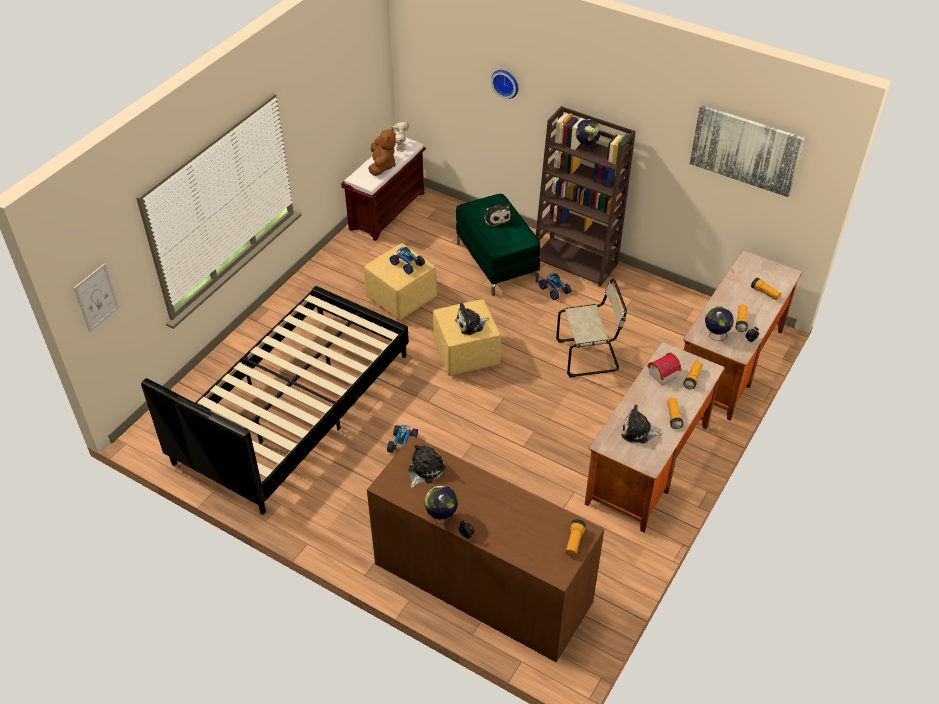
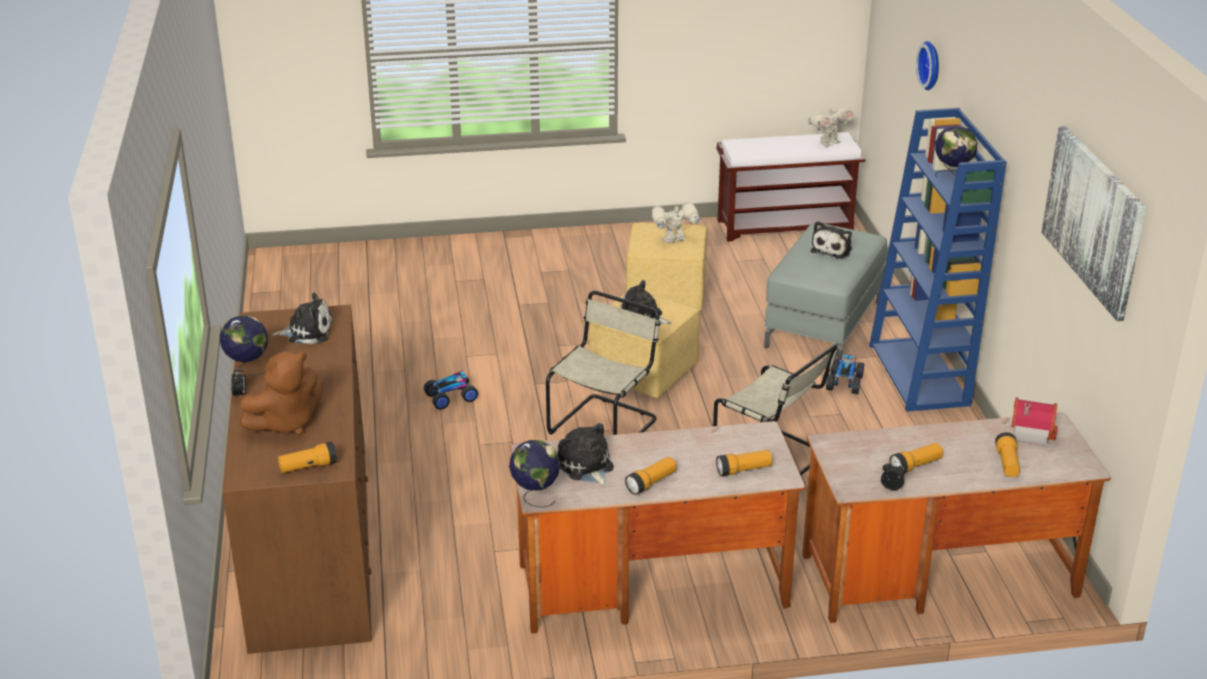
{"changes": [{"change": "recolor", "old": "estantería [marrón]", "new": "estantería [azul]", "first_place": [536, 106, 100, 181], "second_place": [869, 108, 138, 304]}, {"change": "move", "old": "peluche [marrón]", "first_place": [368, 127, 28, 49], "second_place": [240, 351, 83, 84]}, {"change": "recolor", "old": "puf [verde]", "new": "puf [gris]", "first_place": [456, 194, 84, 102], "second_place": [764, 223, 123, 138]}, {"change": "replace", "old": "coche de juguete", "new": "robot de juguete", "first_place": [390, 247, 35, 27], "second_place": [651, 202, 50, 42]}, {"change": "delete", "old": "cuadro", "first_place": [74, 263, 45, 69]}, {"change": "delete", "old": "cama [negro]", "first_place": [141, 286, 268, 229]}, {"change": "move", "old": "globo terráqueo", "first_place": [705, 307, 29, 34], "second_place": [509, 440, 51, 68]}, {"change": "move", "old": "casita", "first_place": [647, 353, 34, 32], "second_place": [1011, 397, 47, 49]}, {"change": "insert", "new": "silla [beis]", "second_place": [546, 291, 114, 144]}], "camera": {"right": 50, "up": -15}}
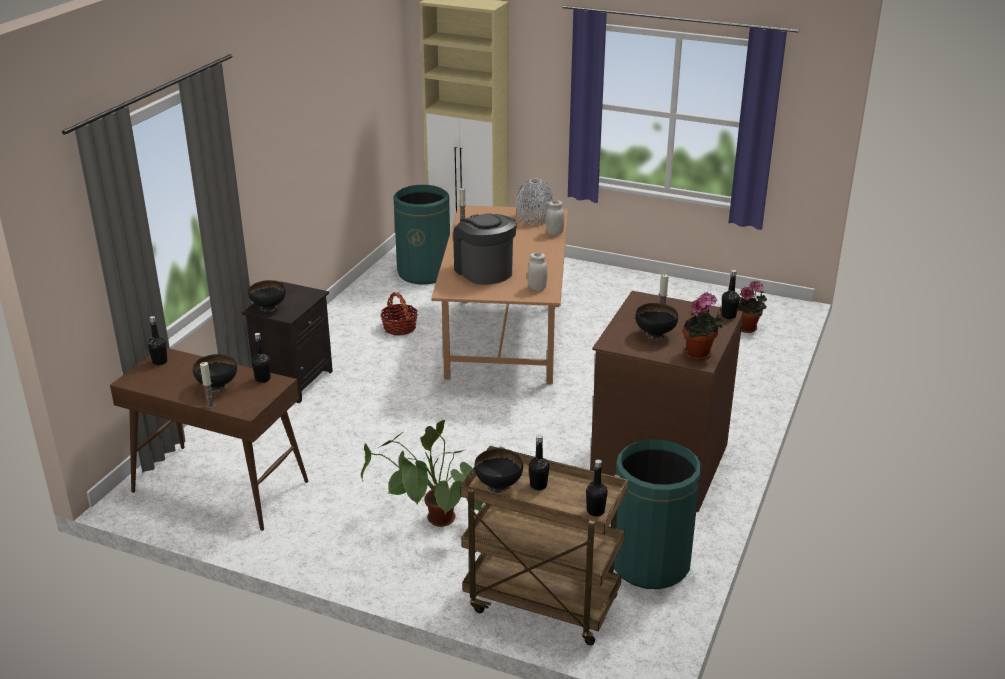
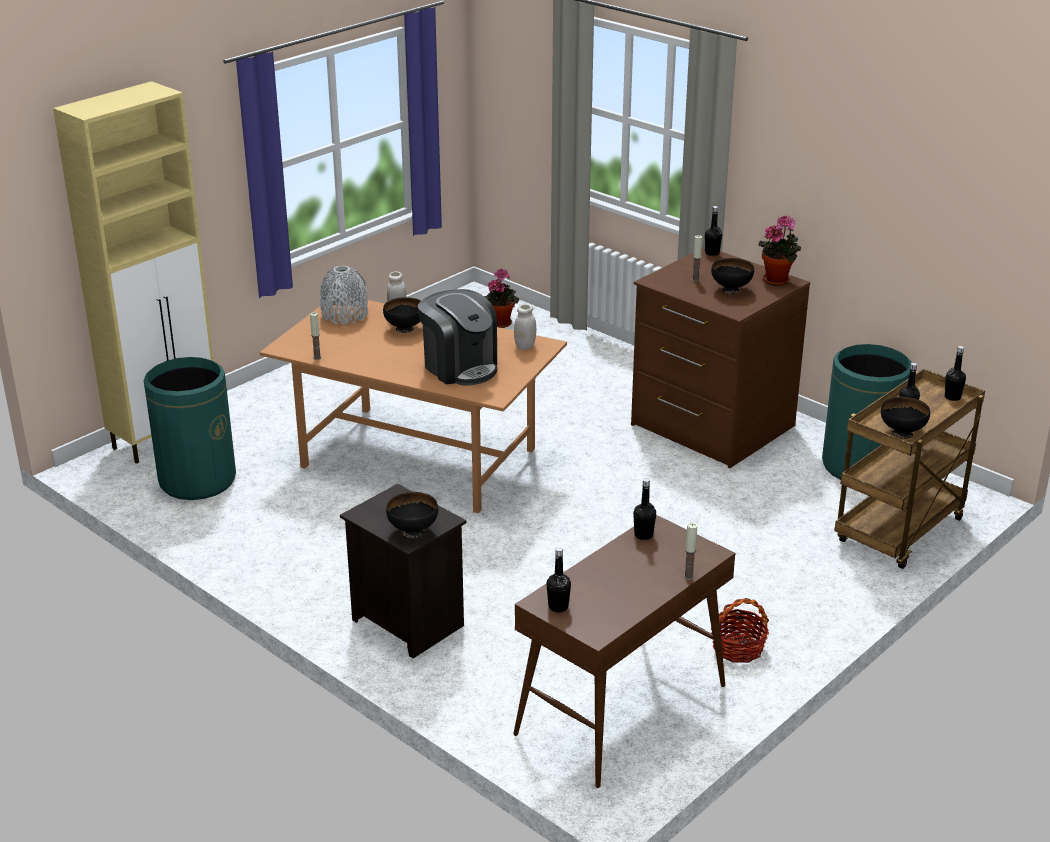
{"changes": [{"change": "rotate", "old": "cafetera", "first_place": [453, 214, 64, 71], "second_place": [418, 289, 79, 97], "degrees": -120}, {"change": "move", "old": "cesta", "first_place": [380, 292, 38, 44], "second_place": [711, 598, 58, 65]}, {"change": "move", "old": "cuenco [negro]", "first_place": [193, 354, 44, 38], "second_place": [383, 297, 38, 36]}, {"change": "delete", "old": "planta en maceta", "first_place": [361, 420, 122, 107]}], "camera": {"right": -70, "up": 0}}
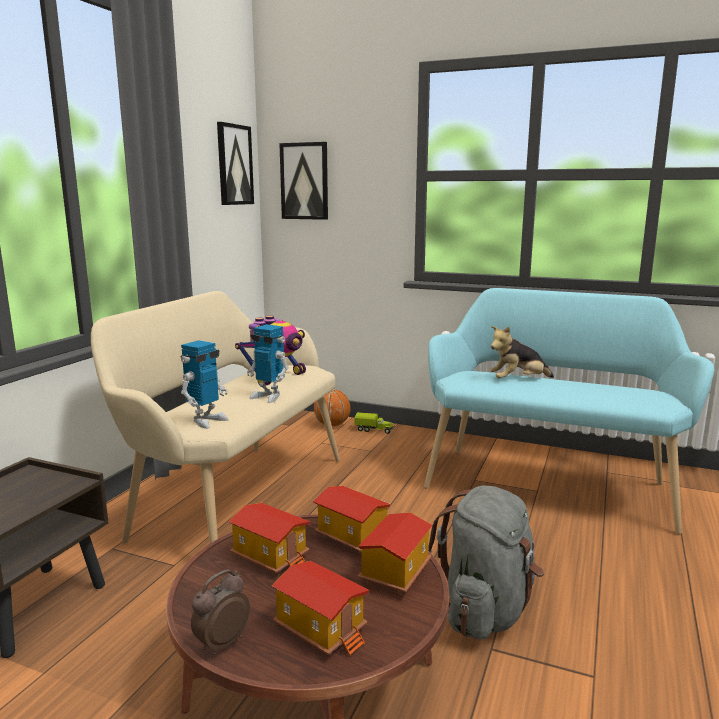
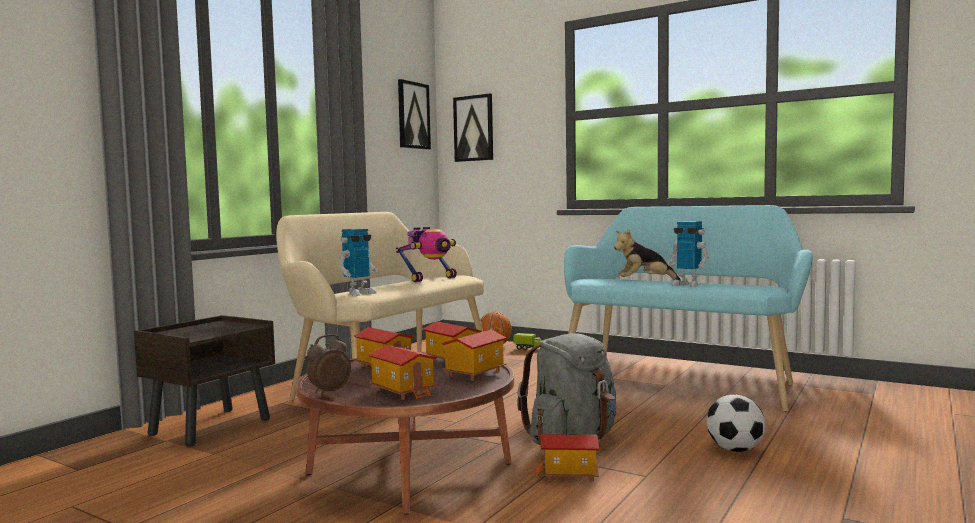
{"changes": [{"change": "move", "old": "robot de juguete", "first_place": [247, 324, 42, 79], "second_place": [667, 221, 42, 66]}, {"change": "insert", "new": "balón de fútbol", "second_place": [707, 394, 58, 58]}, {"change": "insert", "new": "casita", "second_place": [535, 434, 64, 47]}], "camera": {"right": 10, "up": -10}}
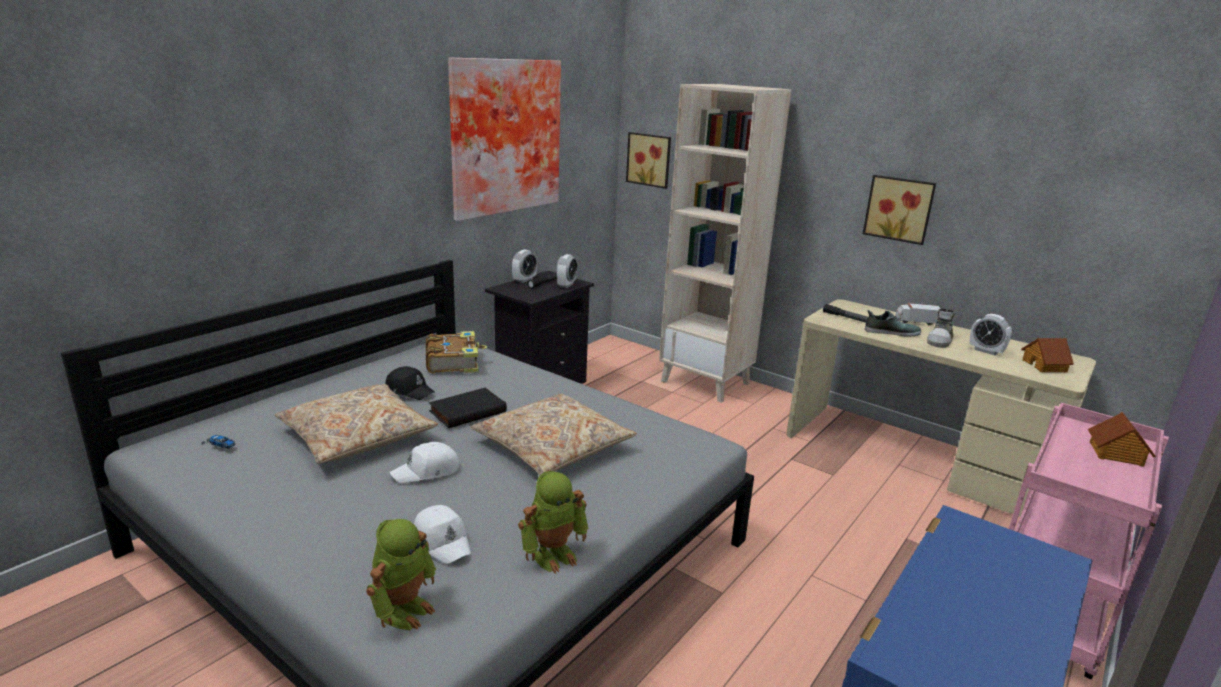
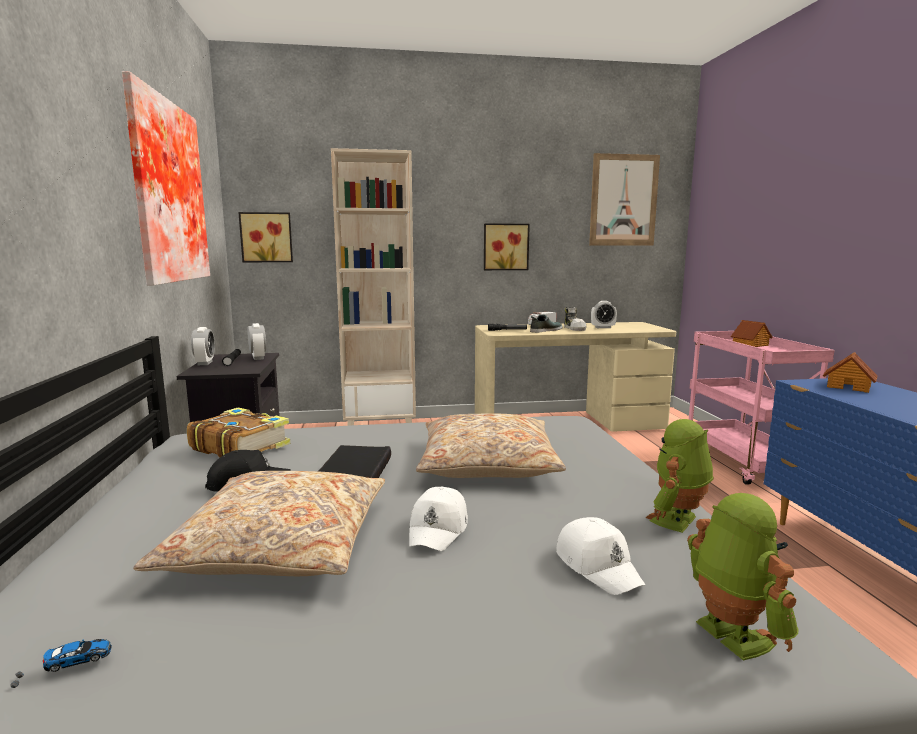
{"changes": [{"change": "move", "old": "casita", "first_place": [1021, 338, 53, 34], "second_place": [822, 352, 55, 41]}, {"change": "rotate", "old": "robot de juguete", "first_place": [518, 471, 71, 103], "second_place": [646, 419, 67, 114], "degrees": -150}, {"change": "rotate", "old": "gorra [blanco]", "first_place": [414, 505, 57, 59], "second_place": [556, 517, 90, 78], "degrees": 60}, {"change": "insert", "new": "cuadro", "second_place": [589, 153, 71, 92]}], "camera": {"right": -45, "up": -10}}
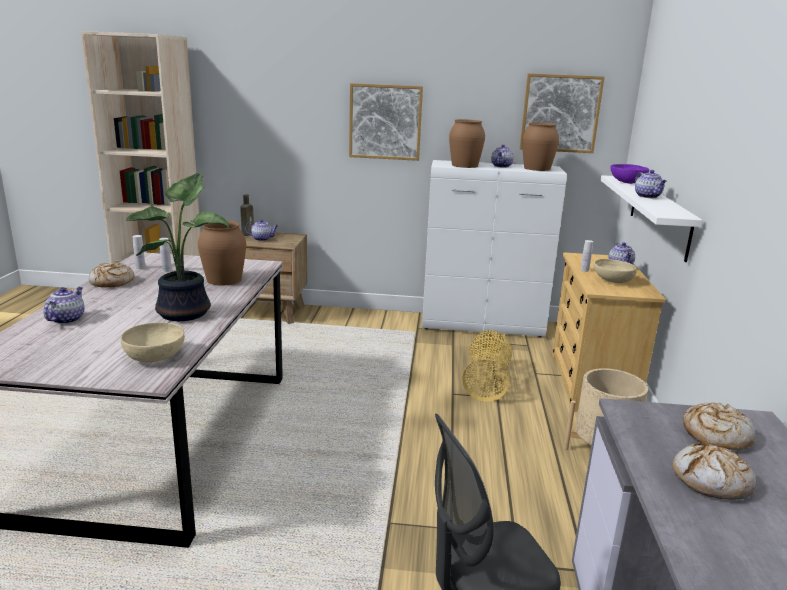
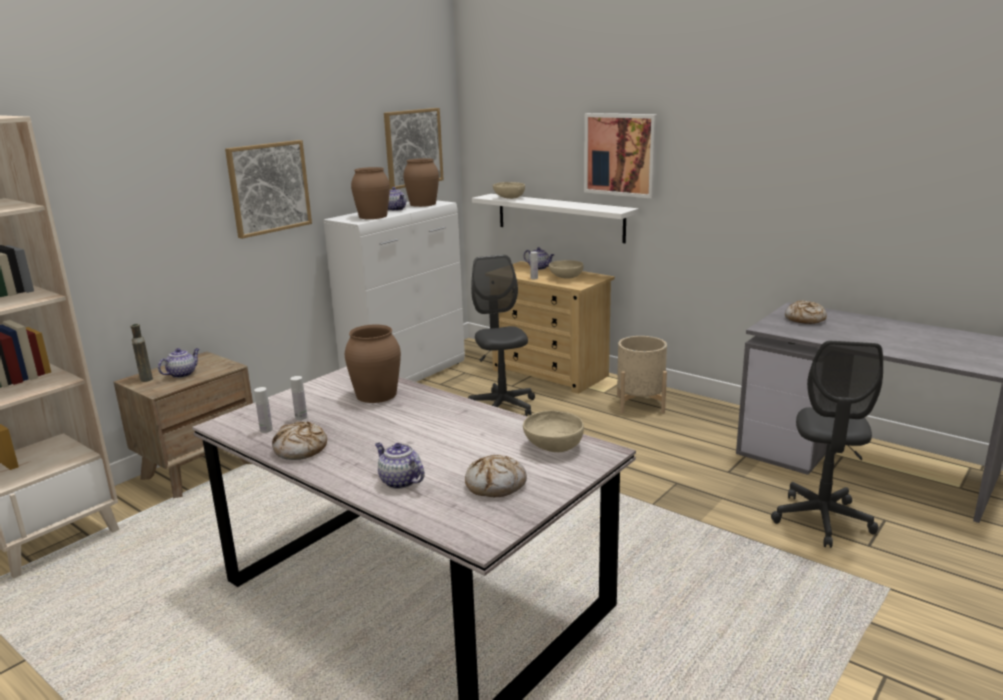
{"changes": [{"change": "recolor", "old": "cuenco [morado]", "new": "cuenco [beis]", "first_place": [611, 164, 38, 20], "second_place": [493, 182, 32, 17]}, {"change": "delete", "old": "tetera", "first_place": [635, 170, 31, 28]}, {"change": "delete", "old": "planta en maceta", "first_place": [126, 173, 104, 148]}, {"change": "replace", "old": "cesta", "new": "silla de oficina [gris]", "first_place": [462, 330, 50, 72], "second_place": [468, 255, 67, 161]}, {"change": "move", "old": "pan", "first_place": [673, 443, 83, 57], "second_place": [465, 455, 62, 42]}, {"change": "insert", "new": "cuadro", "second_place": [584, 113, 74, 86]}], "camera": {"right": -55, "up": 0}}
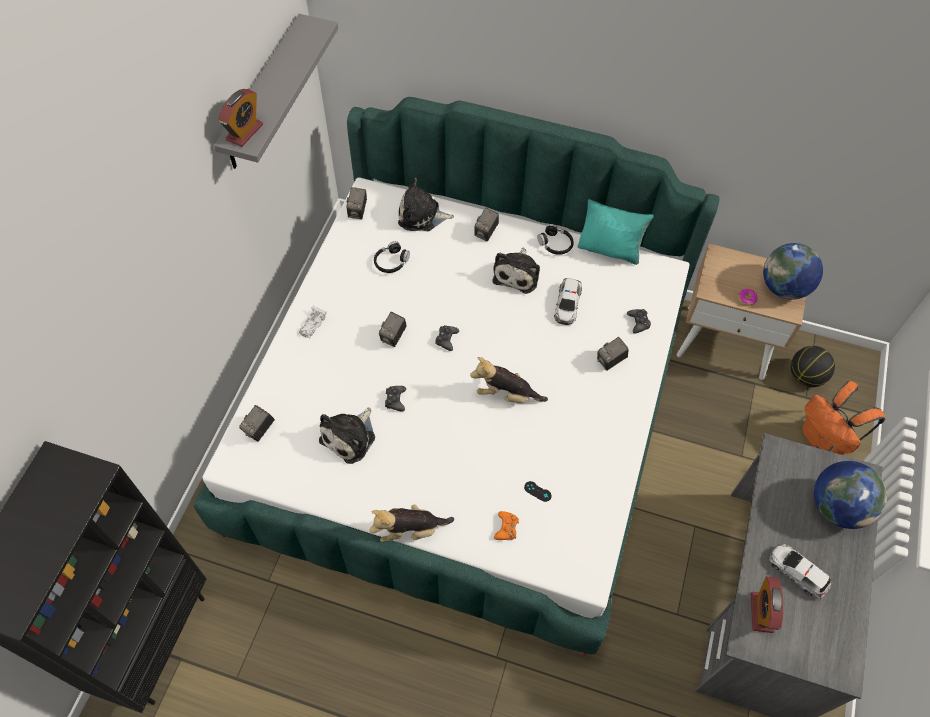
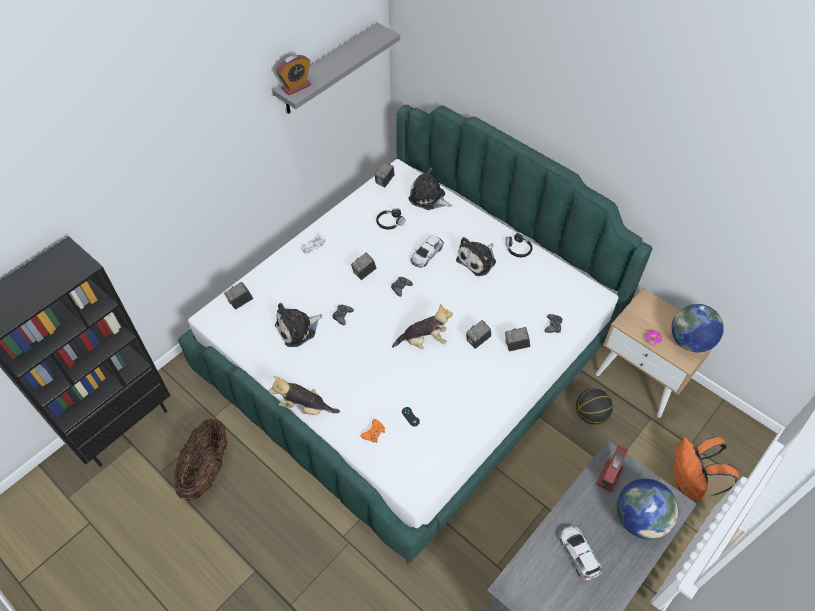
{"changes": [{"change": "delete", "old": "cojín [turquesa]", "first_place": [578, 199, 76, 66]}, {"change": "move", "old": "cámara", "first_place": [475, 208, 24, 33], "second_place": [466, 320, 25, 29]}, {"change": "move", "old": "coche de juguete", "first_place": [554, 278, 28, 47], "second_place": [411, 235, 33, 33]}, {"change": "move", "old": "balón de baloncesto", "first_place": [791, 346, 44, 41], "second_place": [576, 388, 37, 36]}, {"change": "rotate", "old": "peluche", "first_place": [470, 357, 78, 46], "second_place": [392, 304, 61, 45], "degrees": 135}, {"change": "move", "old": "despertador", "first_place": [751, 577, 32, 56], "second_place": [596, 446, 32, 46]}, {"change": "insert", "new": "cesta", "second_place": [174, 418, 53, 83]}], "camera": {"right": 25, "up": -5}}
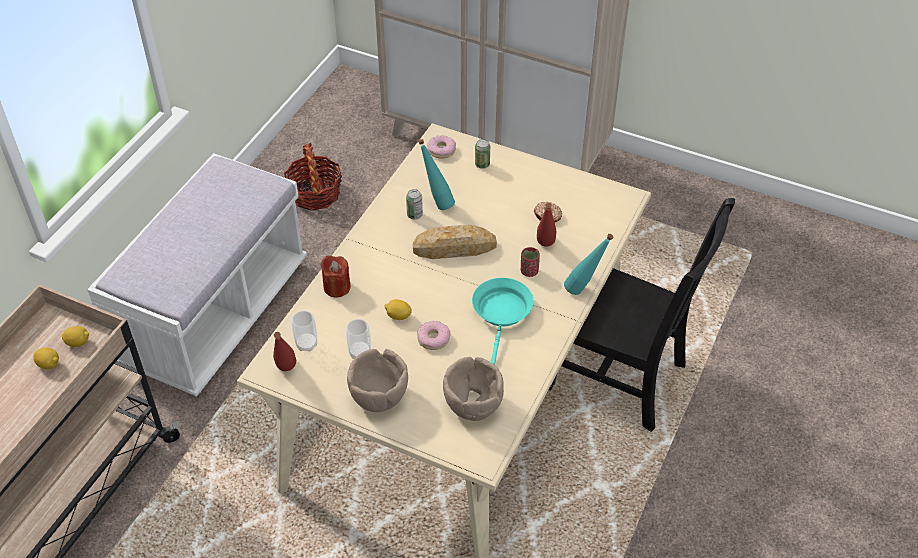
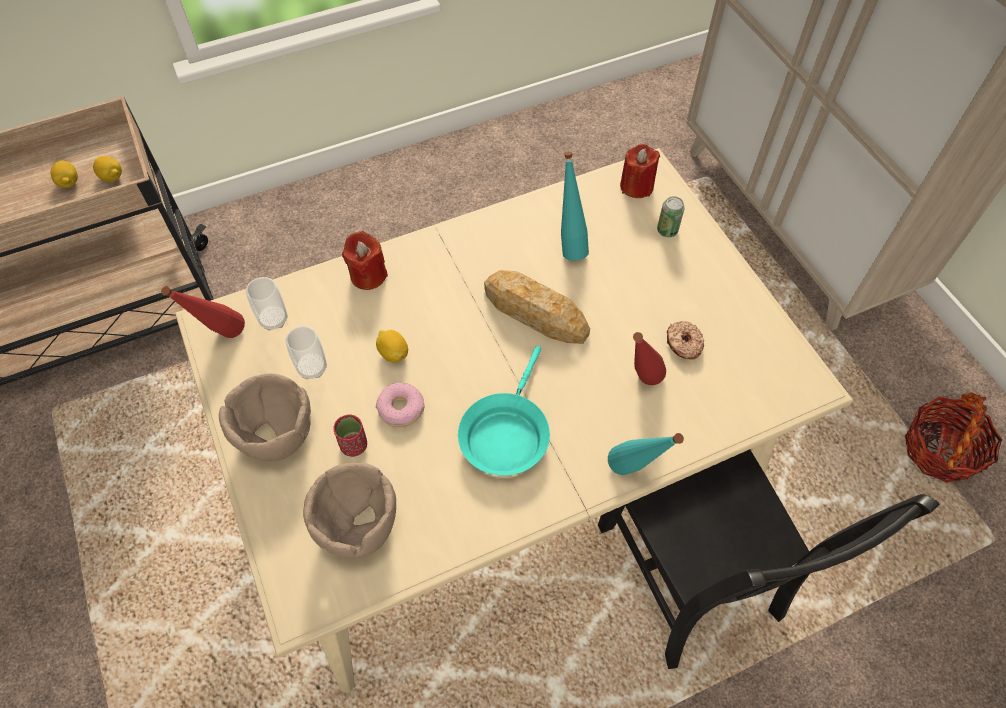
{"changes": [{"change": "replace", "old": "rosquilla", "new": "vela [rojo]", "first_place": [427, 135, 29, 24], "second_place": [620, 144, 40, 54]}, {"change": "move", "old": "cesta", "first_place": [284, 143, 58, 68], "second_place": [905, 392, 97, 91]}, {"change": "delete", "old": "banco [blanco]", "first_place": [87, 153, 220, 243]}, {"change": "delete", "old": "lata", "first_place": [406, 189, 17, 30]}, {"change": "move", "old": "taza [rojo]", "first_place": [521, 247, 19, 30], "second_place": [334, 414, 33, 43]}, {"change": "rotate", "old": "sartén [turquesa]", "first_place": [472, 278, 61, 86], "second_place": [458, 346, 92, 130], "degrees": 150}], "camera": {"right": 40, "up": 10}}
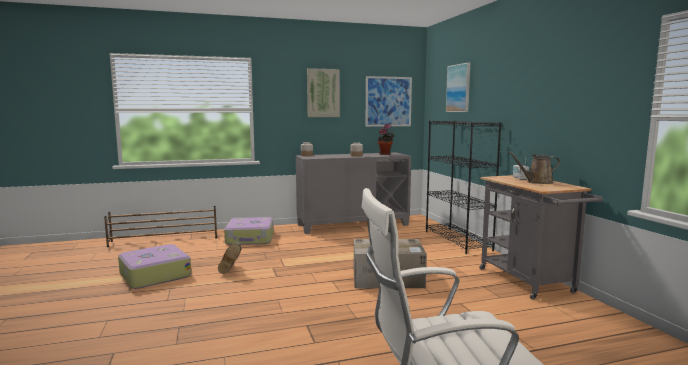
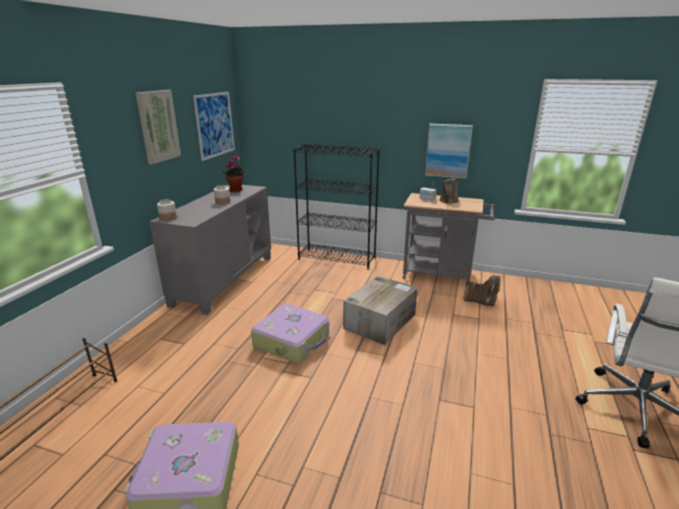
{"changes": [{"change": "move", "old": "cuadro", "first_place": [446, 63, 24, 49], "second_place": [425, 124, 48, 55]}, {"change": "move", "old": "maleta", "first_place": [224, 217, 49, 28], "second_place": [251, 304, 78, 59]}, {"change": "move", "old": "bota [marrón]", "first_place": [218, 242, 24, 32], "second_place": [463, 275, 37, 31]}], "camera": {"right": -55, "up": 15}}
